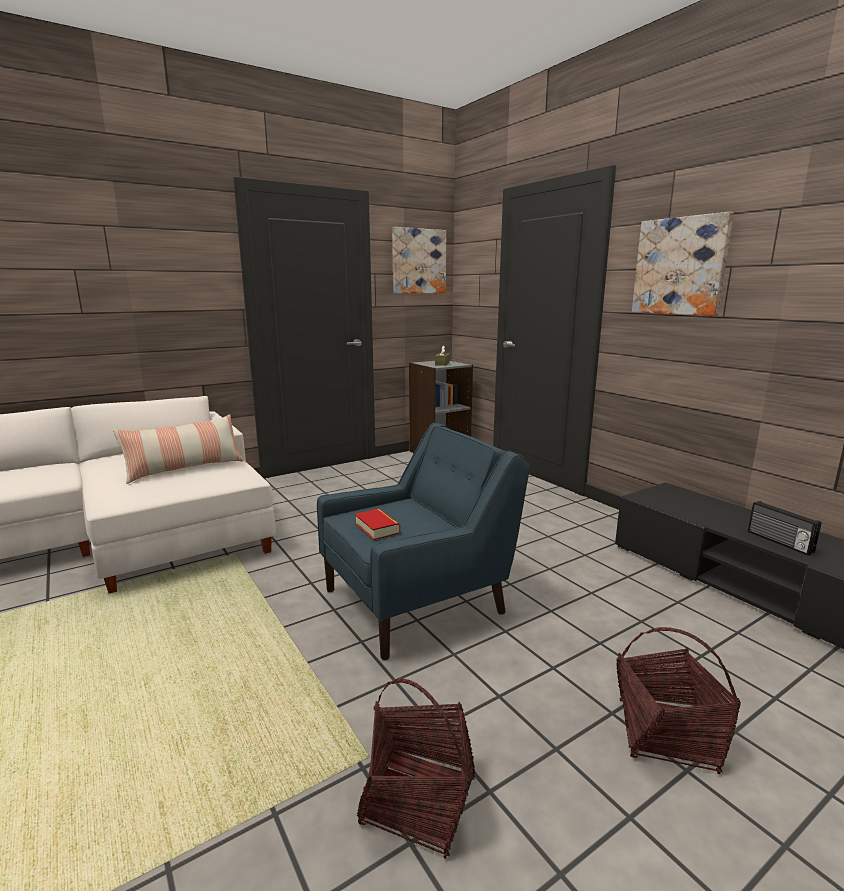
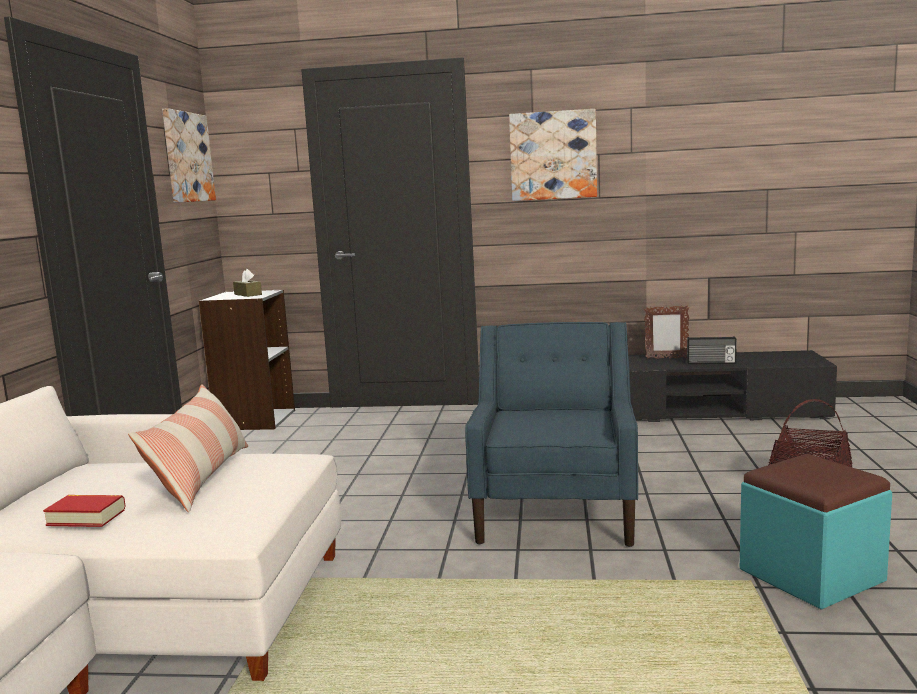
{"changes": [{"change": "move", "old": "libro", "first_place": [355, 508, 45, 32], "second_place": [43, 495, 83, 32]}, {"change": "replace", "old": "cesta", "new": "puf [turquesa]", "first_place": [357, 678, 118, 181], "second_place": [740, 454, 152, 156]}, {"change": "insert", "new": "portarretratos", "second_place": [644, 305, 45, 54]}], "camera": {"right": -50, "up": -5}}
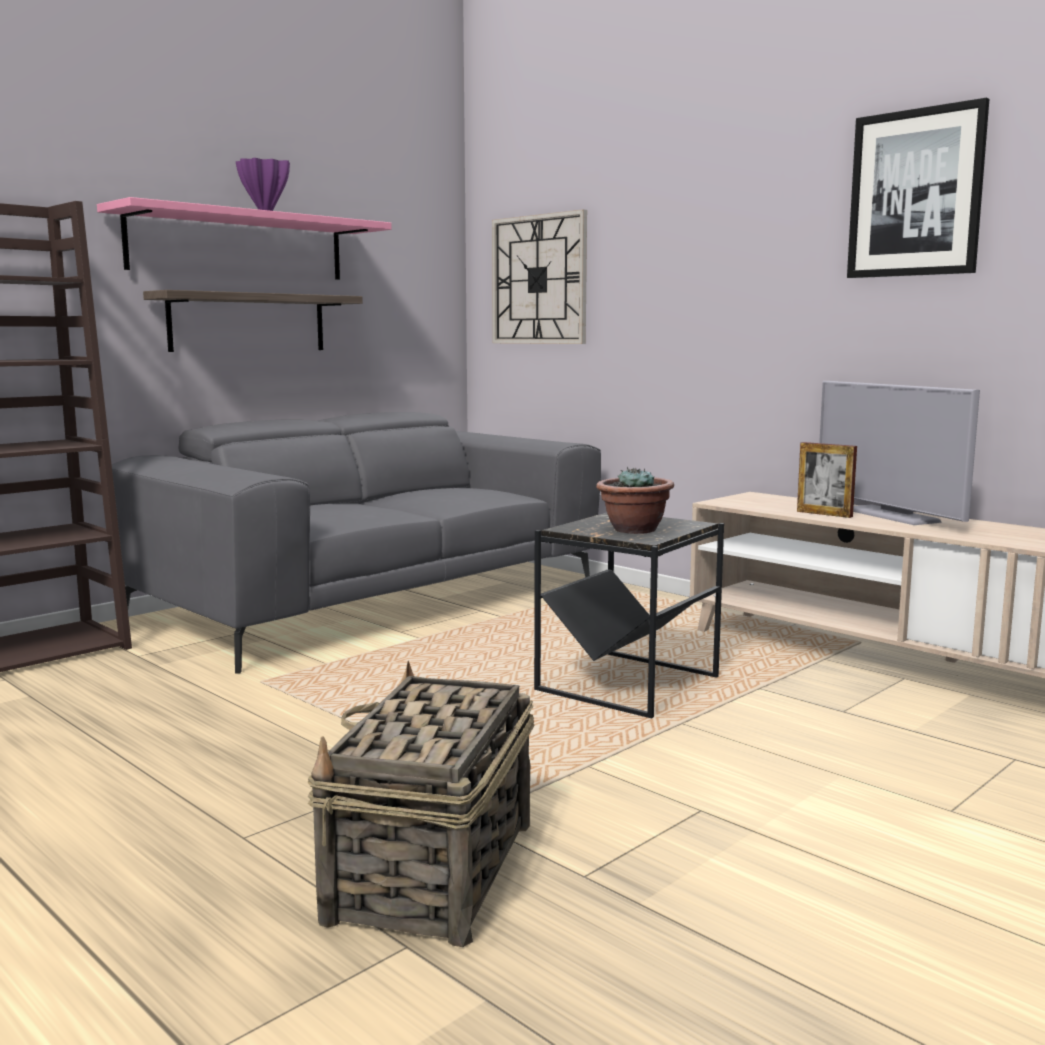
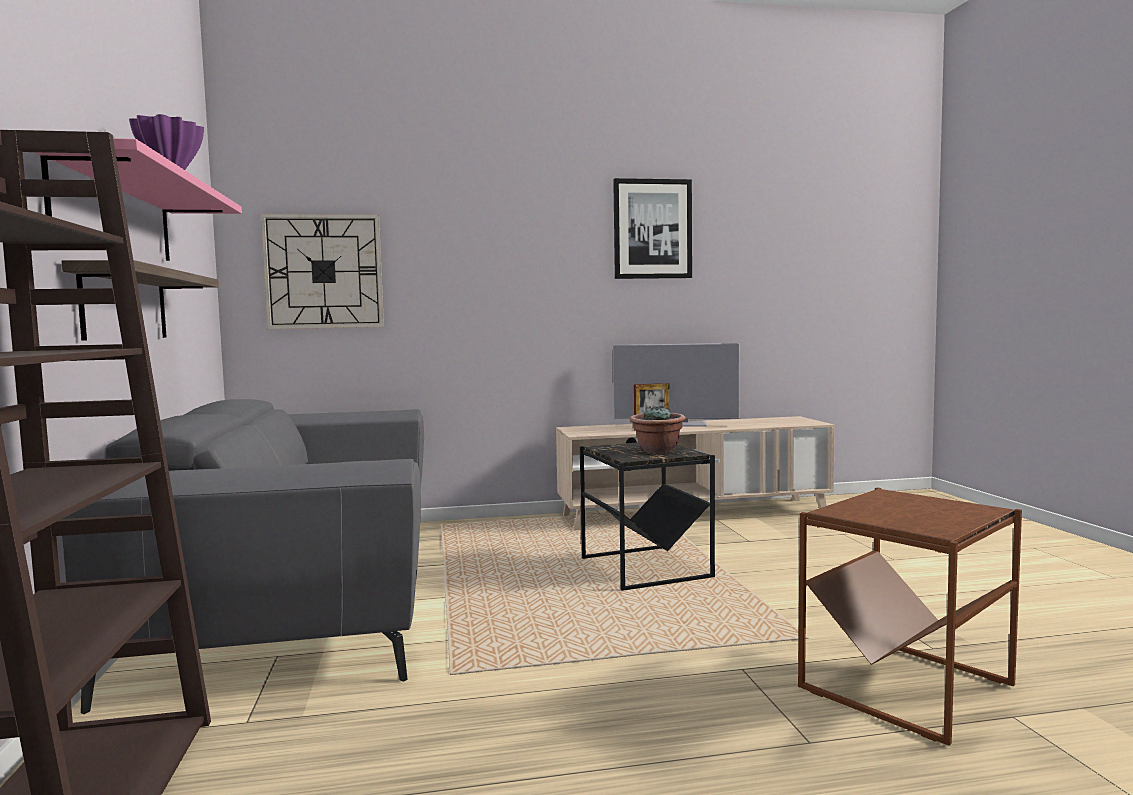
{"changes": [{"change": "replace", "old": "cesta", "new": "mesa auxiliar [marrón]", "first_place": [308, 661, 227, 286], "second_place": [798, 487, 224, 259]}], "camera": {"right": -55, "up": -5}}
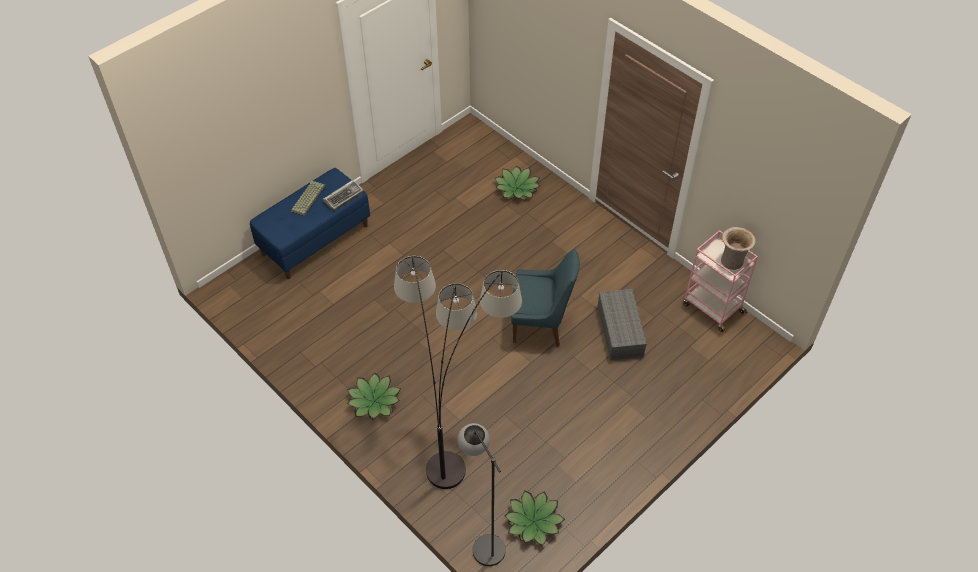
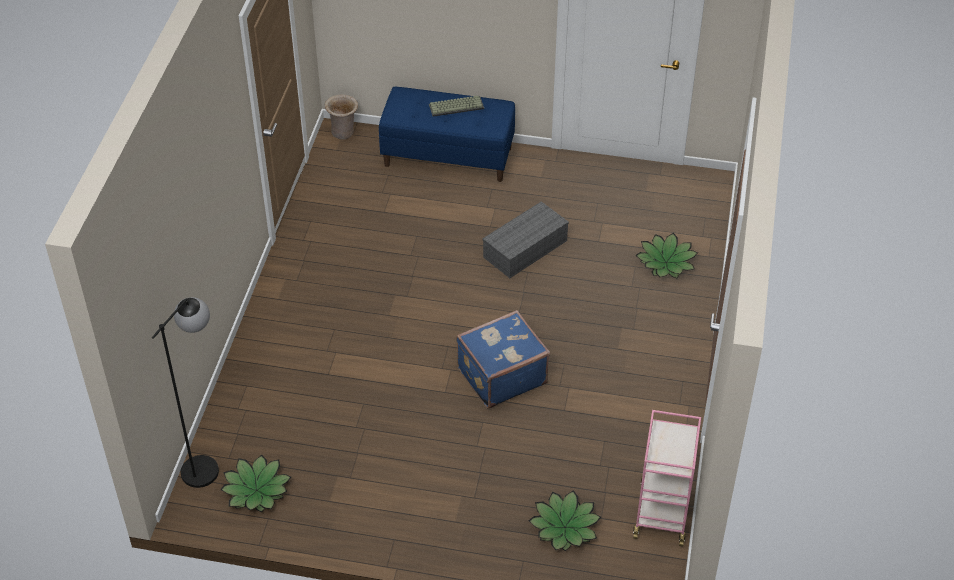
{"changes": [{"change": "delete", "old": "teclado", "first_place": [323, 180, 41, 31]}, {"change": "move", "old": "florero [beis]", "first_place": [721, 227, 35, 43], "second_place": [324, 95, 34, 45]}, {"change": "replace", "old": "silla [azul]", "new": "maleta [azul]", "first_place": [511, 249, 69, 98], "second_place": [456, 310, 94, 99]}, {"change": "delete", "old": "lámpara de pie", "first_place": [394, 256, 128, 233]}, {"change": "move", "old": "caja de almacenaje [gris]", "first_place": [598, 289, 49, 71], "second_place": [482, 201, 87, 77]}, {"change": "move", "old": "planta en maceta", "first_place": [347, 373, 54, 47], "second_place": [529, 490, 72, 61]}], "camera": {"right": 55, "up": -5}}
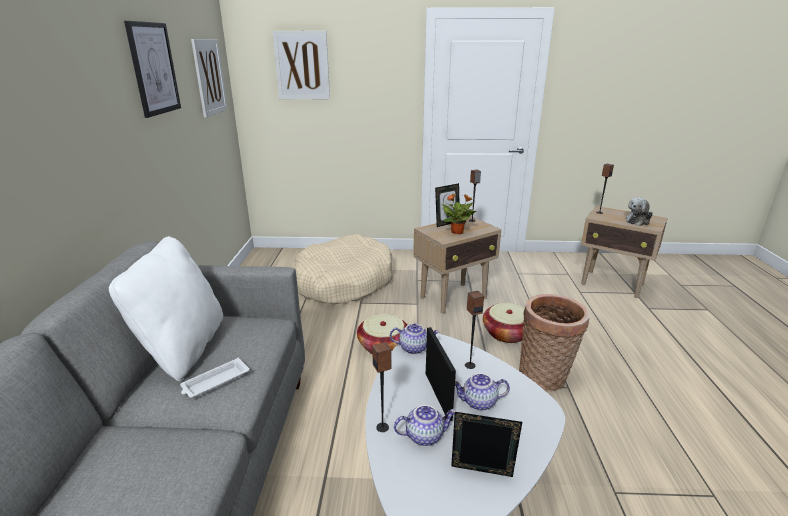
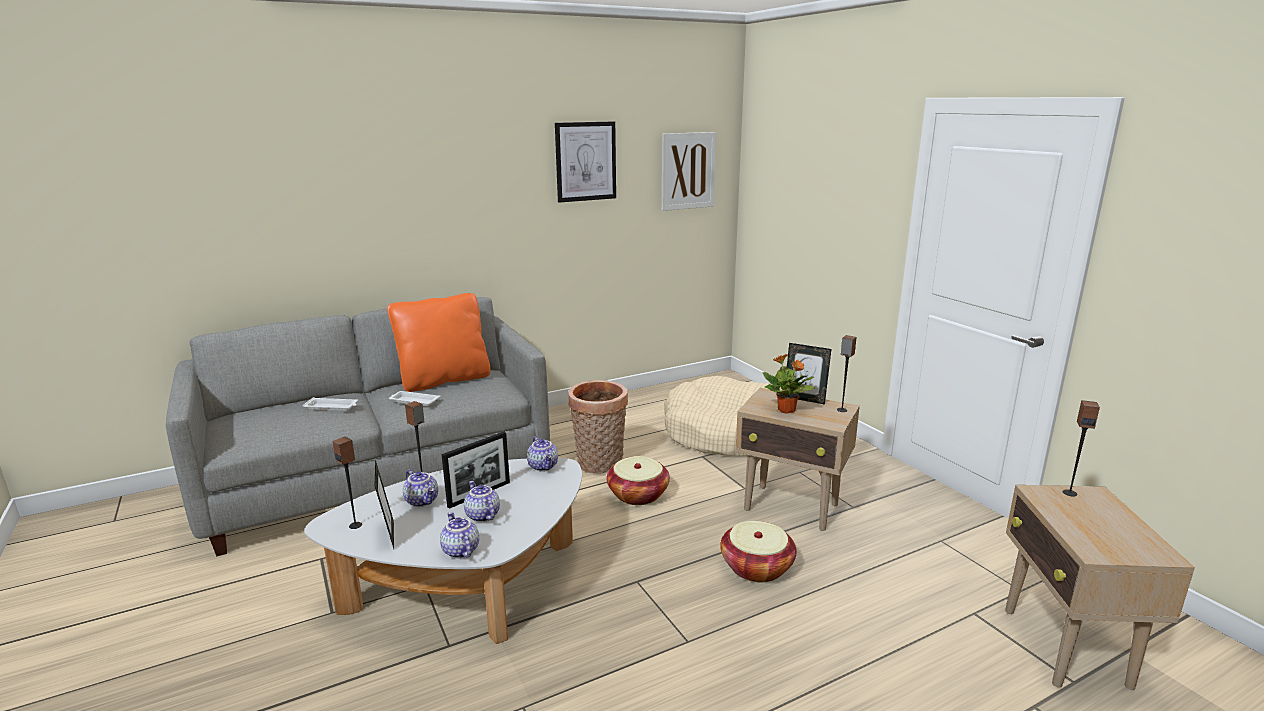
{"changes": [{"change": "delete", "old": "cuadro", "first_place": [273, 31, 57, 68]}, {"change": "delete", "old": "peluche", "first_place": [626, 197, 27, 29]}, {"change": "recolor", "old": "cojín [blanco]", "new": "cojín [naranja]", "first_place": [109, 236, 114, 146], "second_place": [387, 293, 104, 99]}, {"change": "move", "old": "altavoz", "first_place": [465, 291, 19, 78], "second_place": [333, 436, 29, 93]}, {"change": "move", "old": "cesta", "first_place": [519, 294, 71, 98], "second_place": [568, 380, 60, 94]}, {"change": "insert", "new": "bandeja [blanco]", "second_place": [302, 397, 56, 14]}, {"change": "insert", "new": "tetera", "second_place": [440, 512, 39, 46]}], "camera": {"right": 60, "up": -5}}
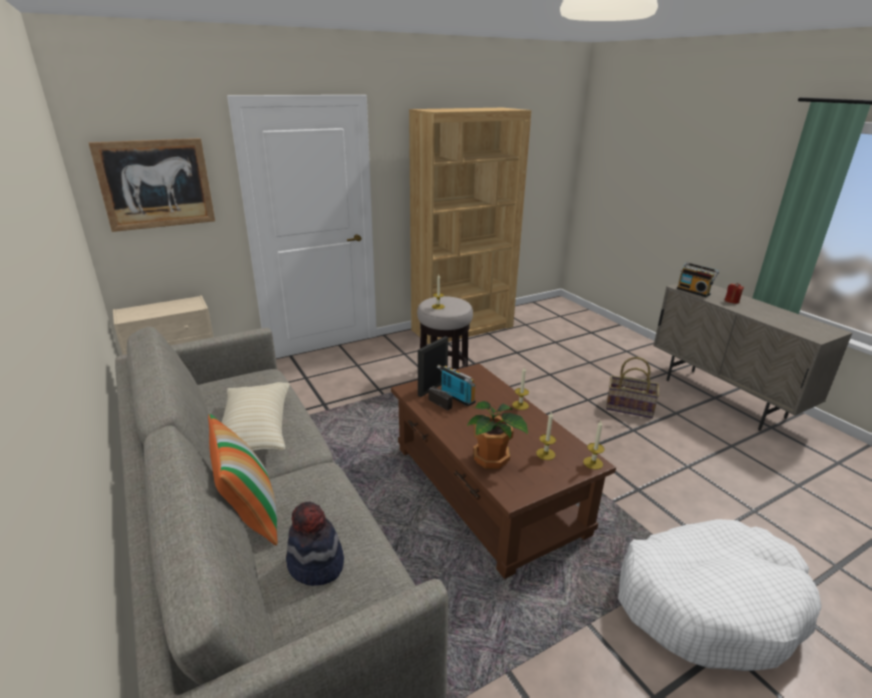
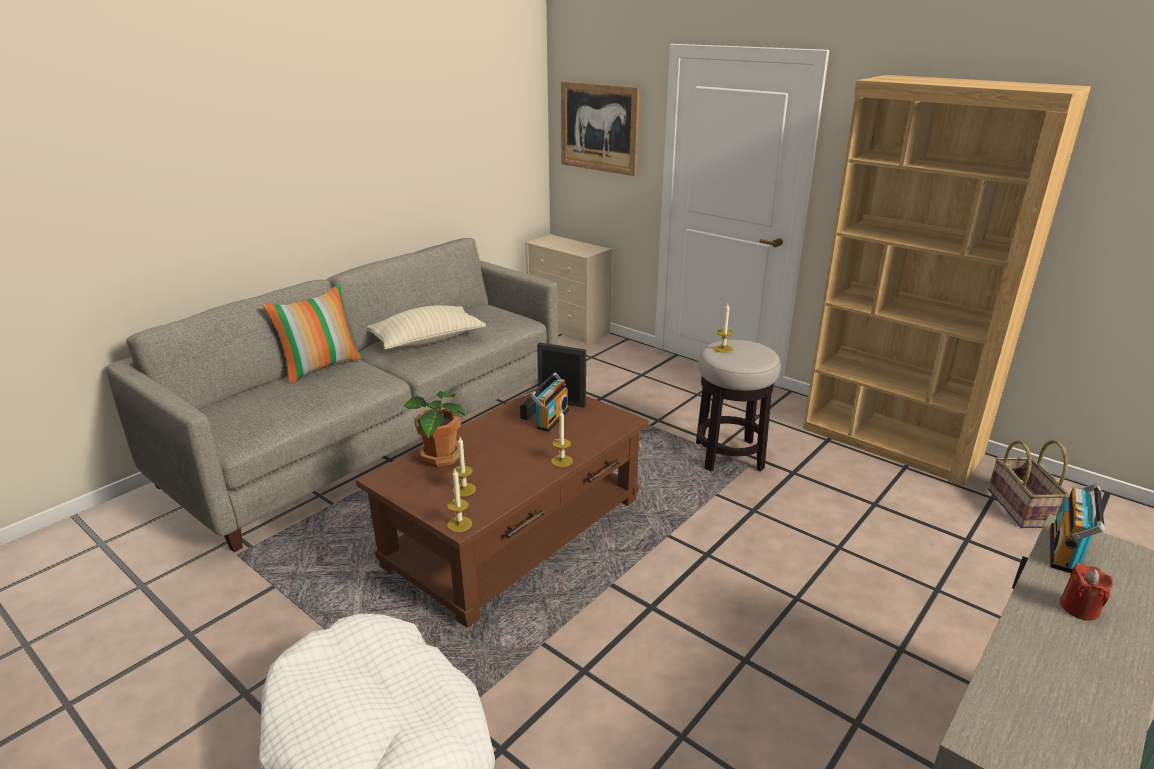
{"changes": [{"change": "move", "old": "cesta", "first_place": [606, 357, 53, 61], "second_place": [988, 440, 82, 88]}, {"change": "delete", "old": "sombrero", "first_place": [286, 502, 58, 84]}], "camera": {"right": 70, "up": 0}}
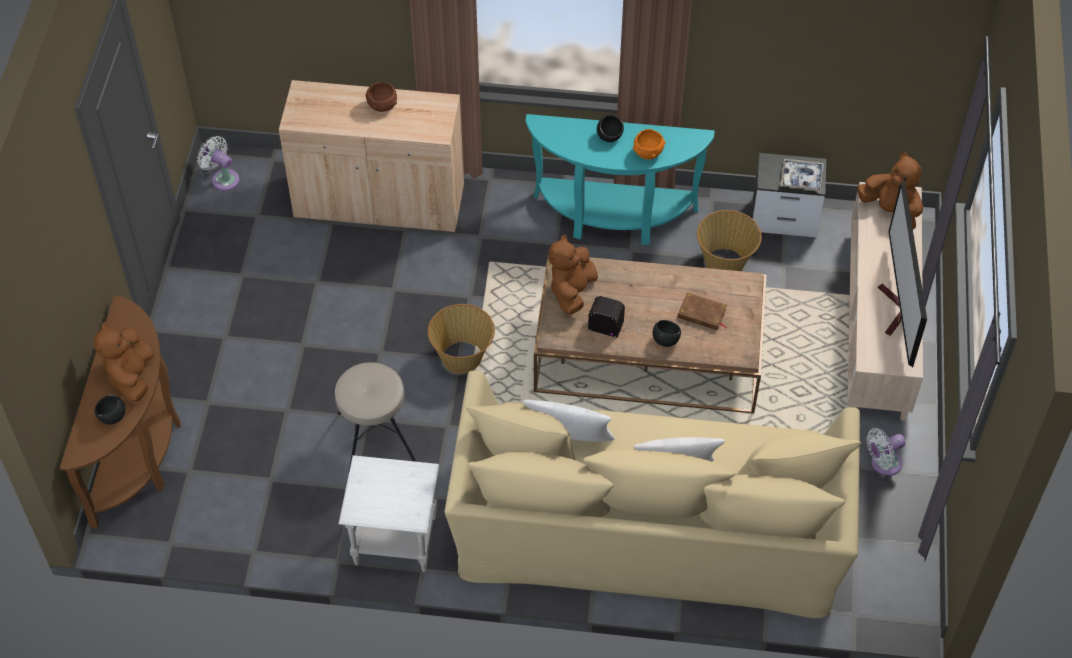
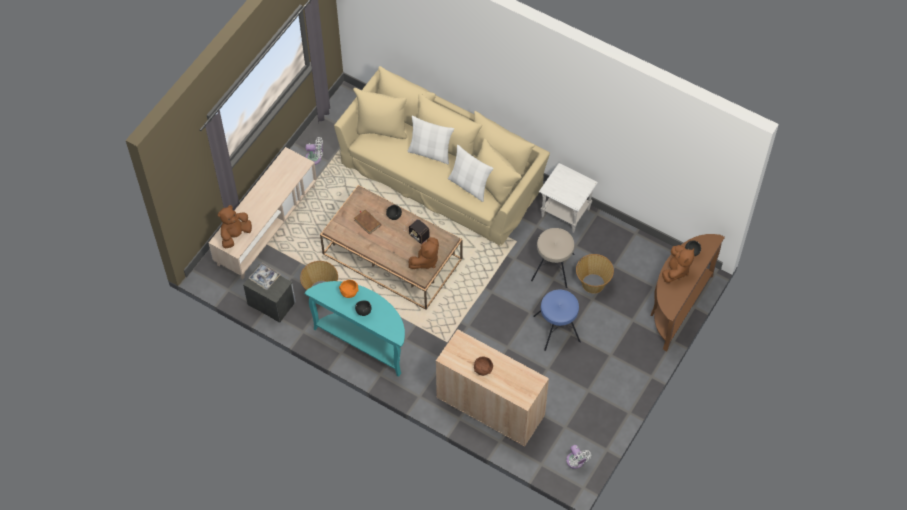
{"changes": [{"change": "rotate", "old": "peluche [marrón]", "first_place": [857, 152, 66, 77], "second_place": [218, 205, 34, 44], "degrees": 60}, {"change": "delete", "old": "televisor", "first_place": [878, 181, 49, 186]}, {"change": "move", "old": "cesta", "first_place": [428, 304, 67, 70], "second_place": [576, 254, 38, 40]}, {"change": "insert", "new": "taburete [azul]", "second_place": [533, 290, 48, 61]}], "camera": {"right": -155, "up": 5}}
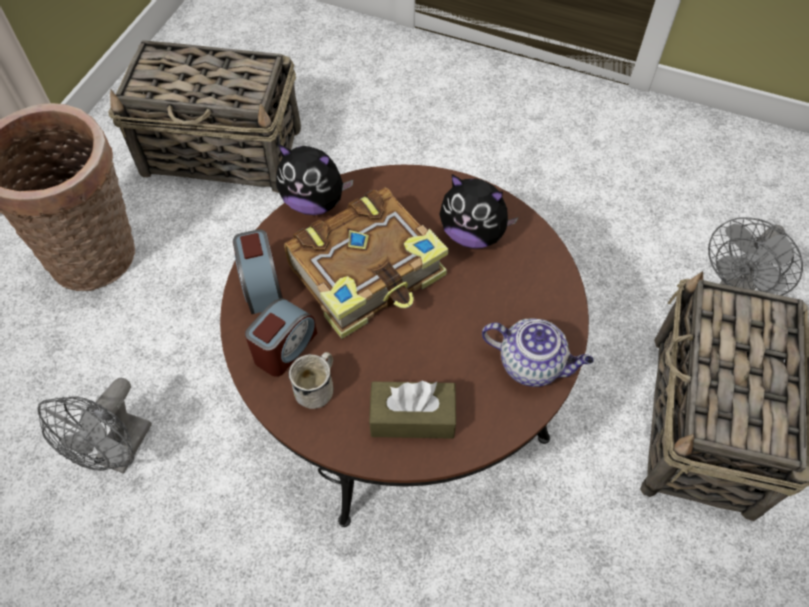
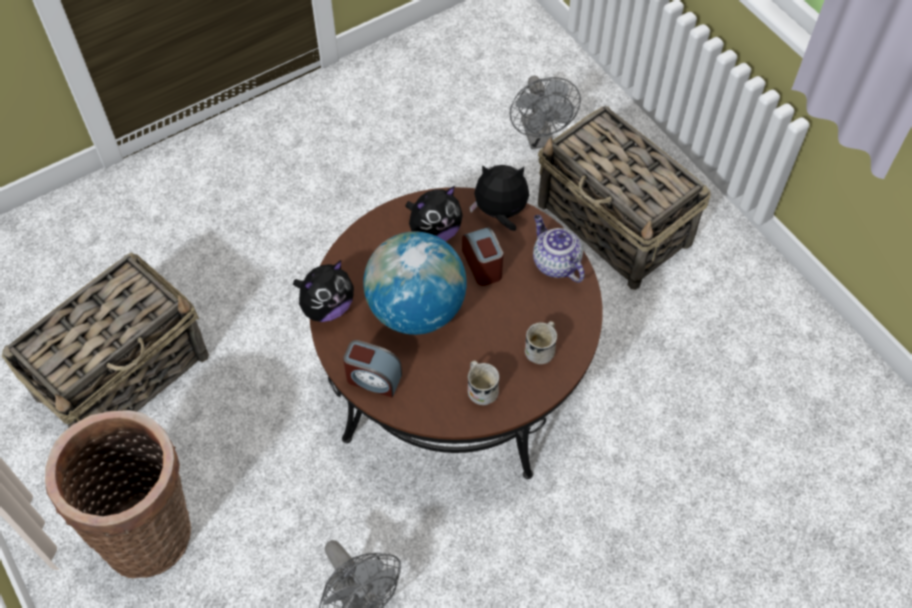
{"changes": [{"change": "replace", "old": "libro", "new": "globo terráqueo", "first_place": [284, 188, 165, 151], "second_place": [363, 231, 104, 104]}, {"change": "move", "old": "despertador", "first_place": [245, 298, 72, 79], "second_place": [462, 227, 41, 59]}, {"change": "rotate", "old": "tetera", "first_place": [482, 319, 112, 68], "second_place": [533, 215, 52, 68], "degrees": -90}, {"change": "replace", "old": "caja de pañuelos [marrón]", "new": "taza grande [blanco]", "first_place": [369, 381, 87, 58], "second_place": [525, 321, 32, 43]}, {"change": "insert", "new": "peluche", "second_place": [469, 165, 60, 66]}], "camera": {"right": -55, "up": 0}}
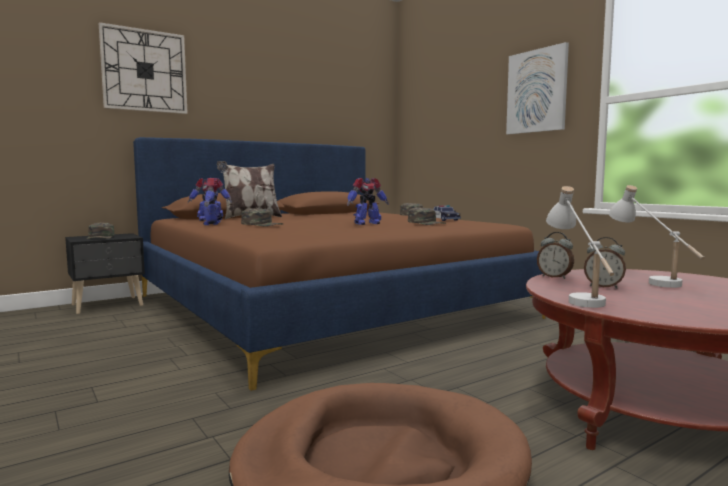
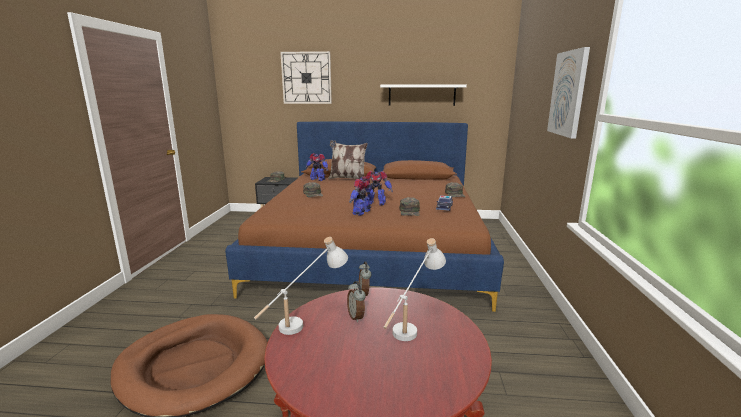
{"changes": [{"change": "move", "old": "robot de juguete", "first_place": [202, 177, 21, 48], "second_place": [349, 177, 22, 39]}, {"change": "insert", "new": "estante [blanco]", "second_place": [380, 84, 87, 22]}], "camera": {"right": 40, "up": 10}}
